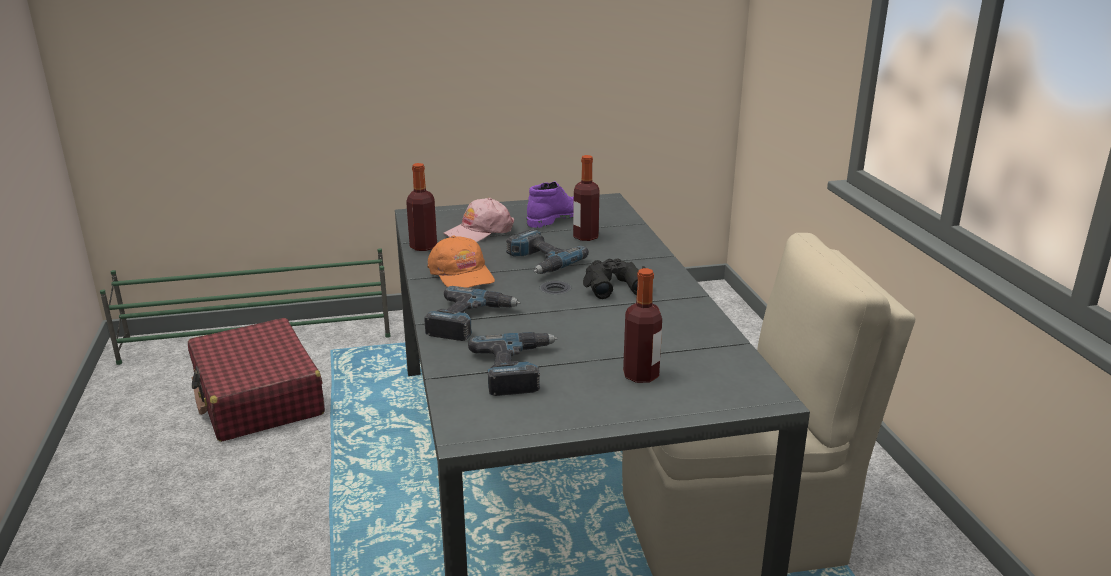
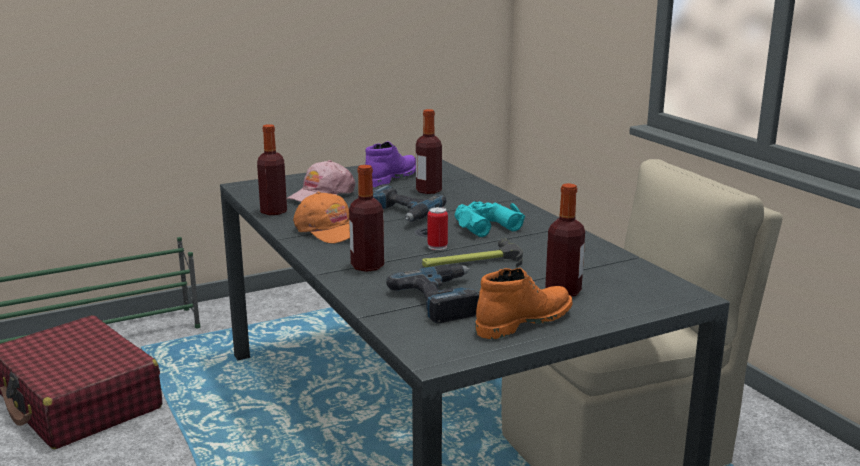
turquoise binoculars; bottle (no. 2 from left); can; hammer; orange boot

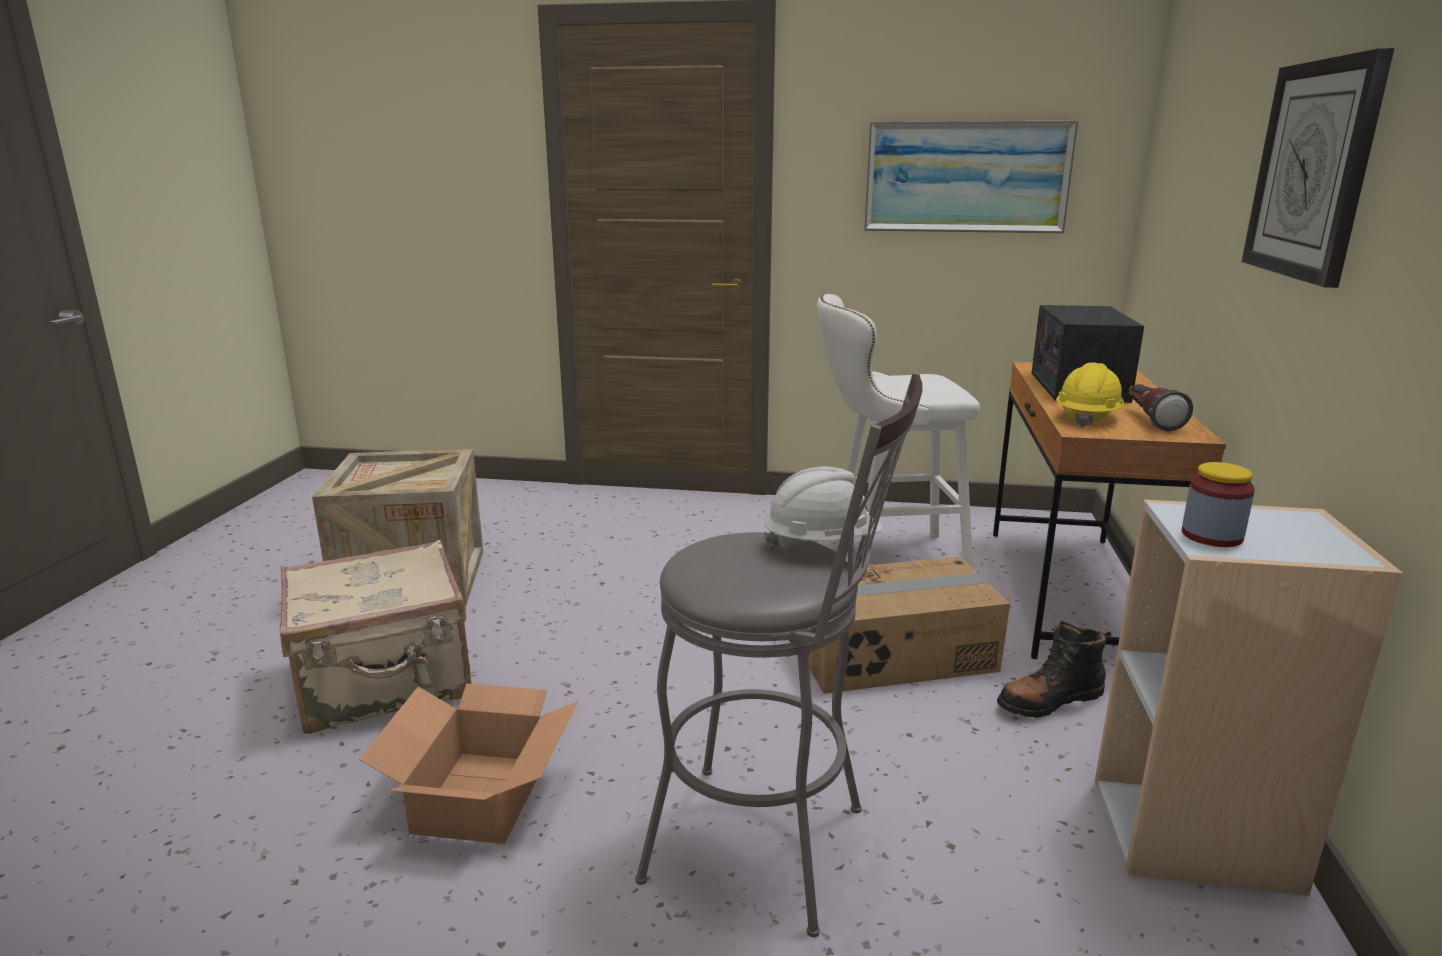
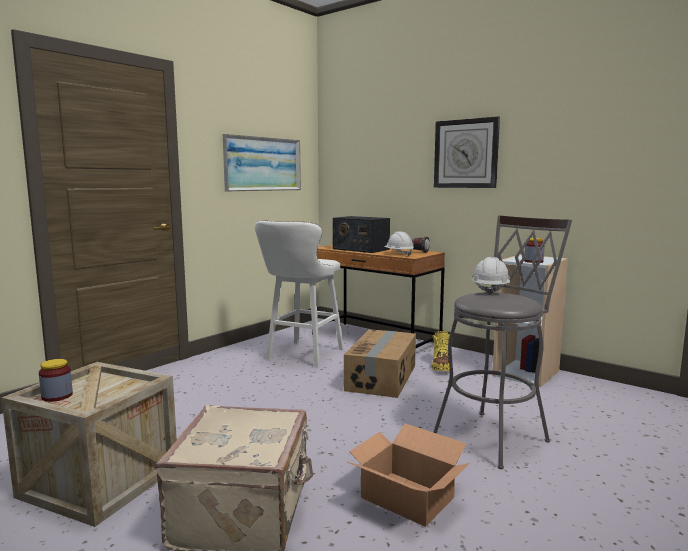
white hard hat (no. 1 from left); yellow boot; jar (no. 1 from left)

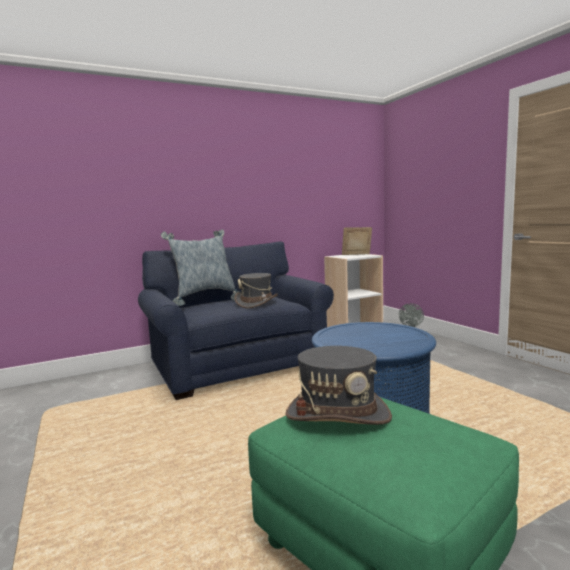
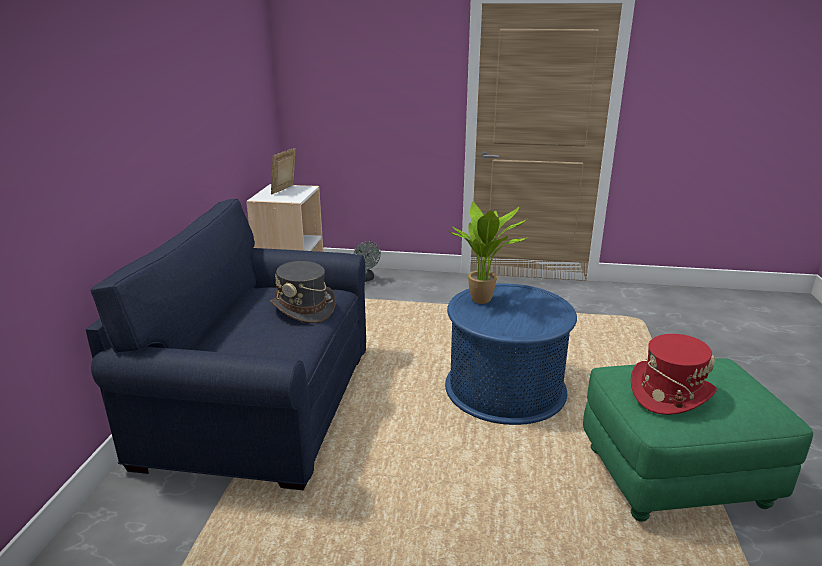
pillow; red hat; potted plant

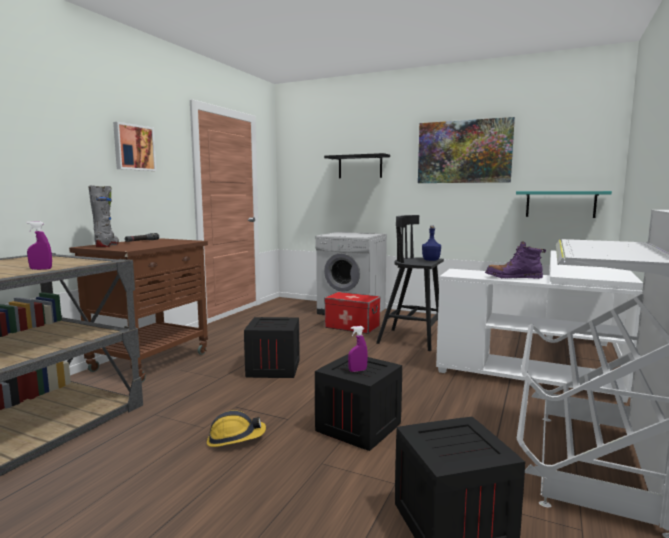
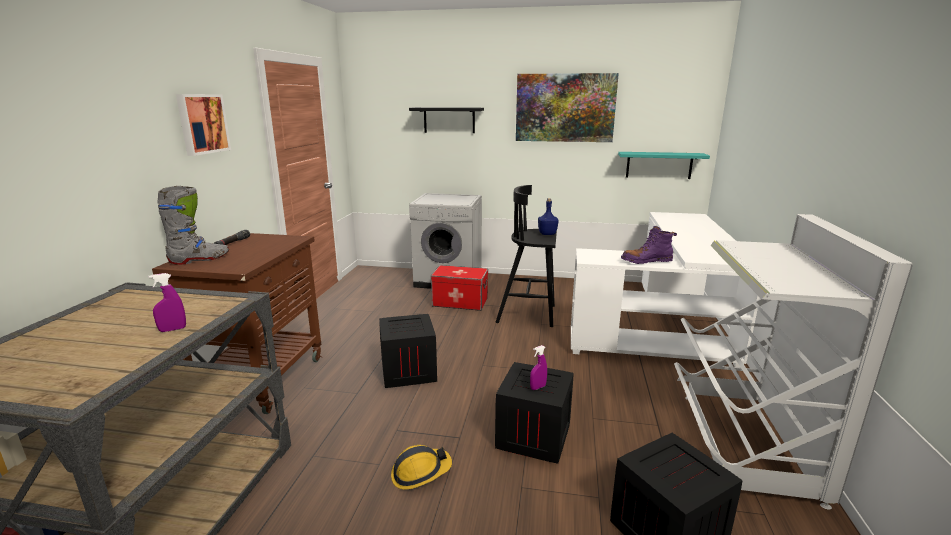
grey boot

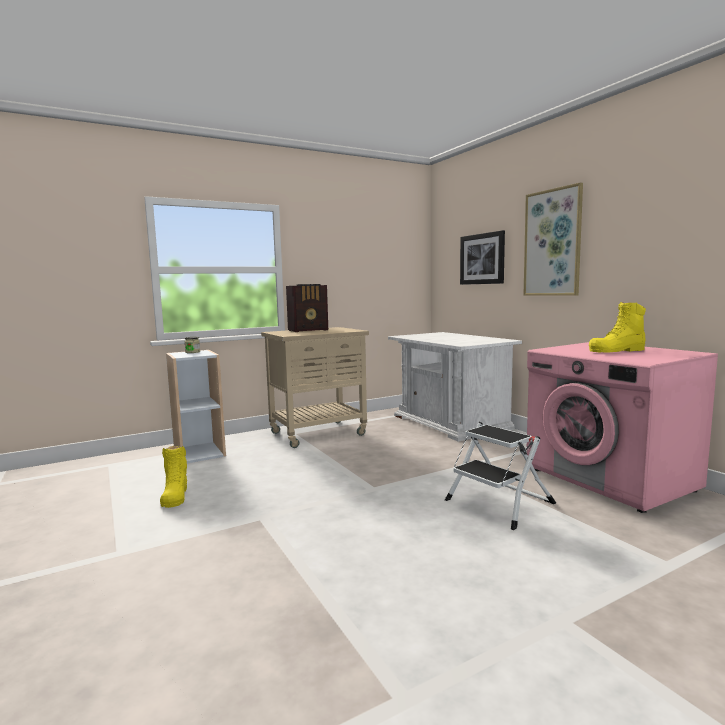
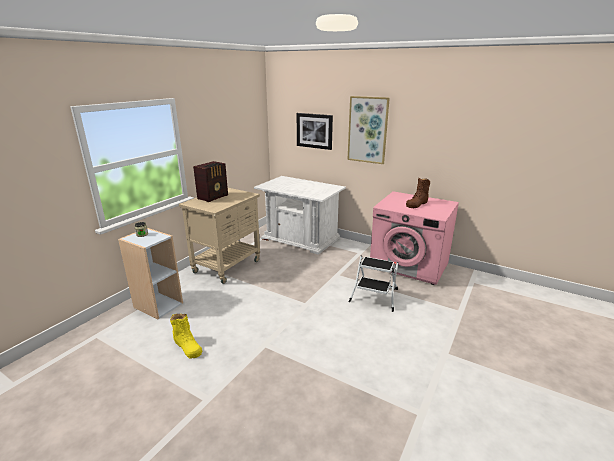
brown boot

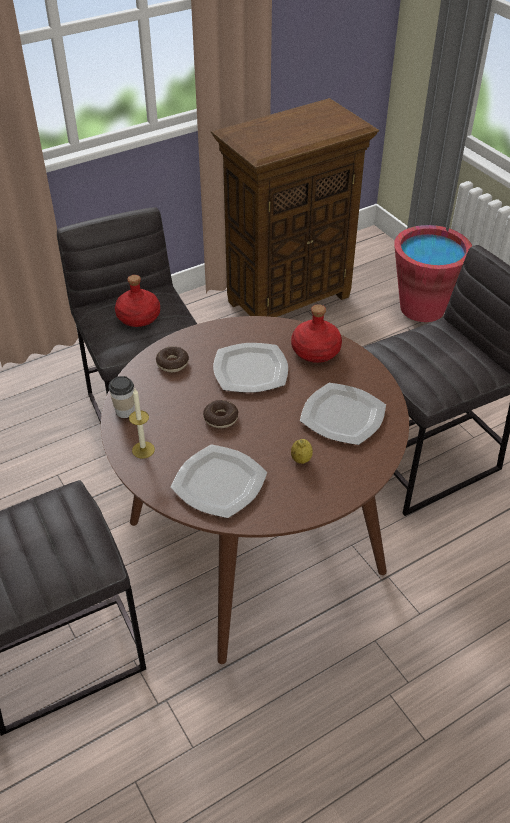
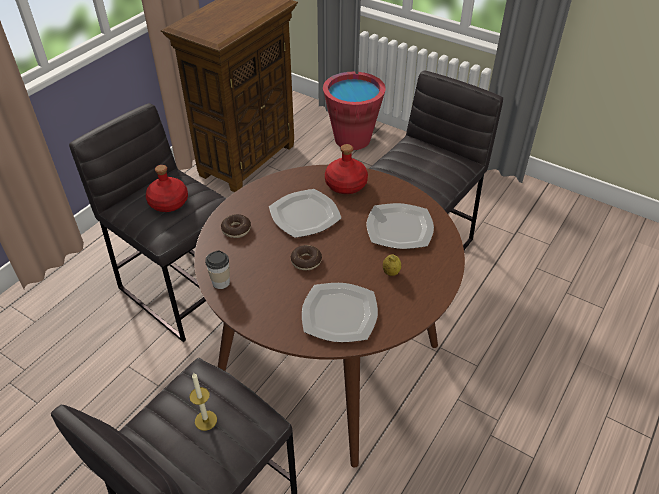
candle

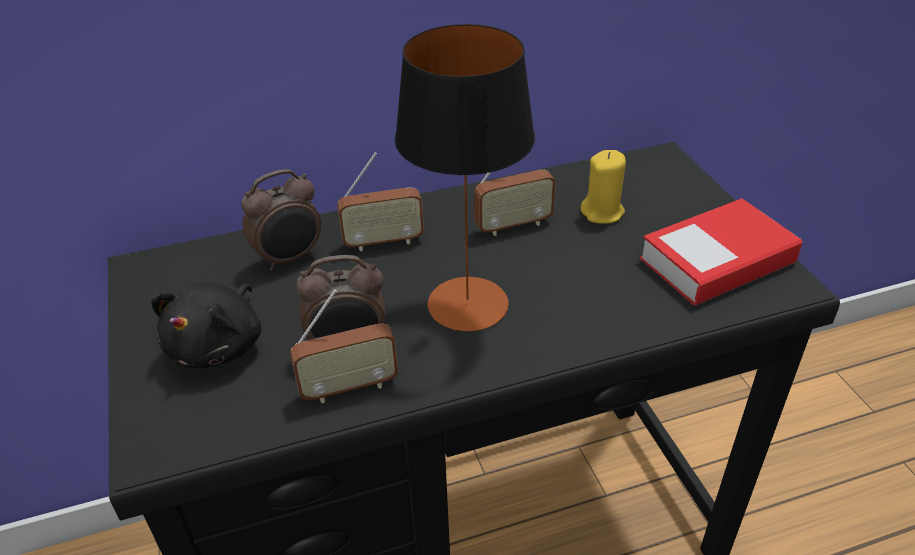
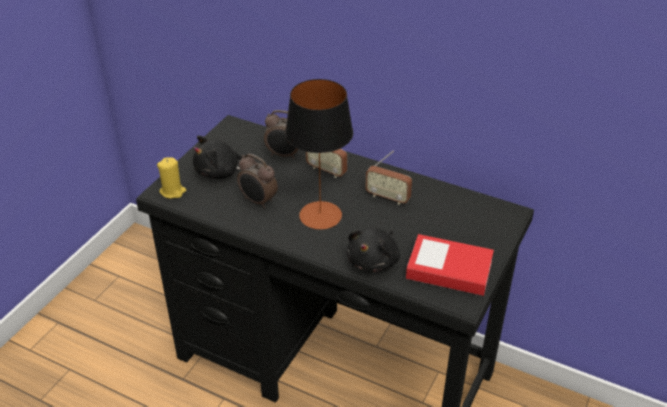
yellow candle; radio (no. 1 from left in the first image); black plush toy (no. 2 from left)

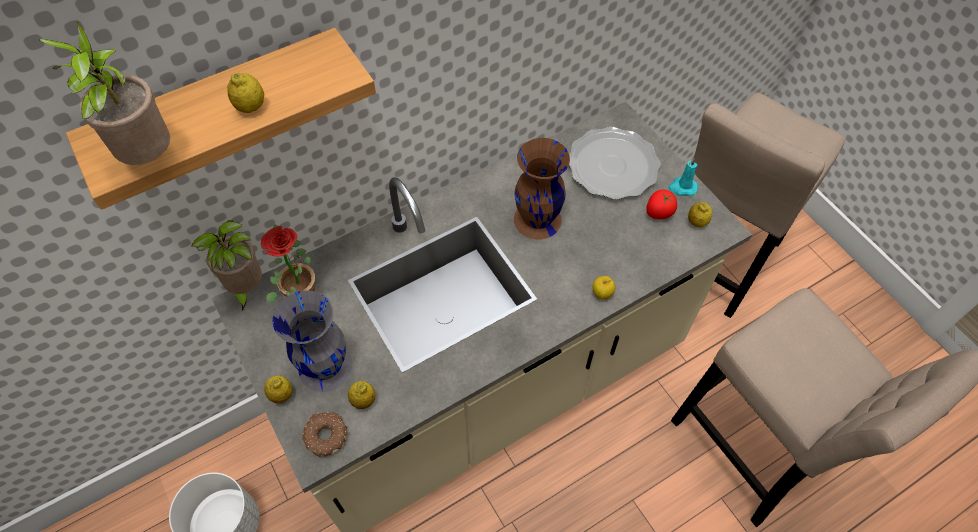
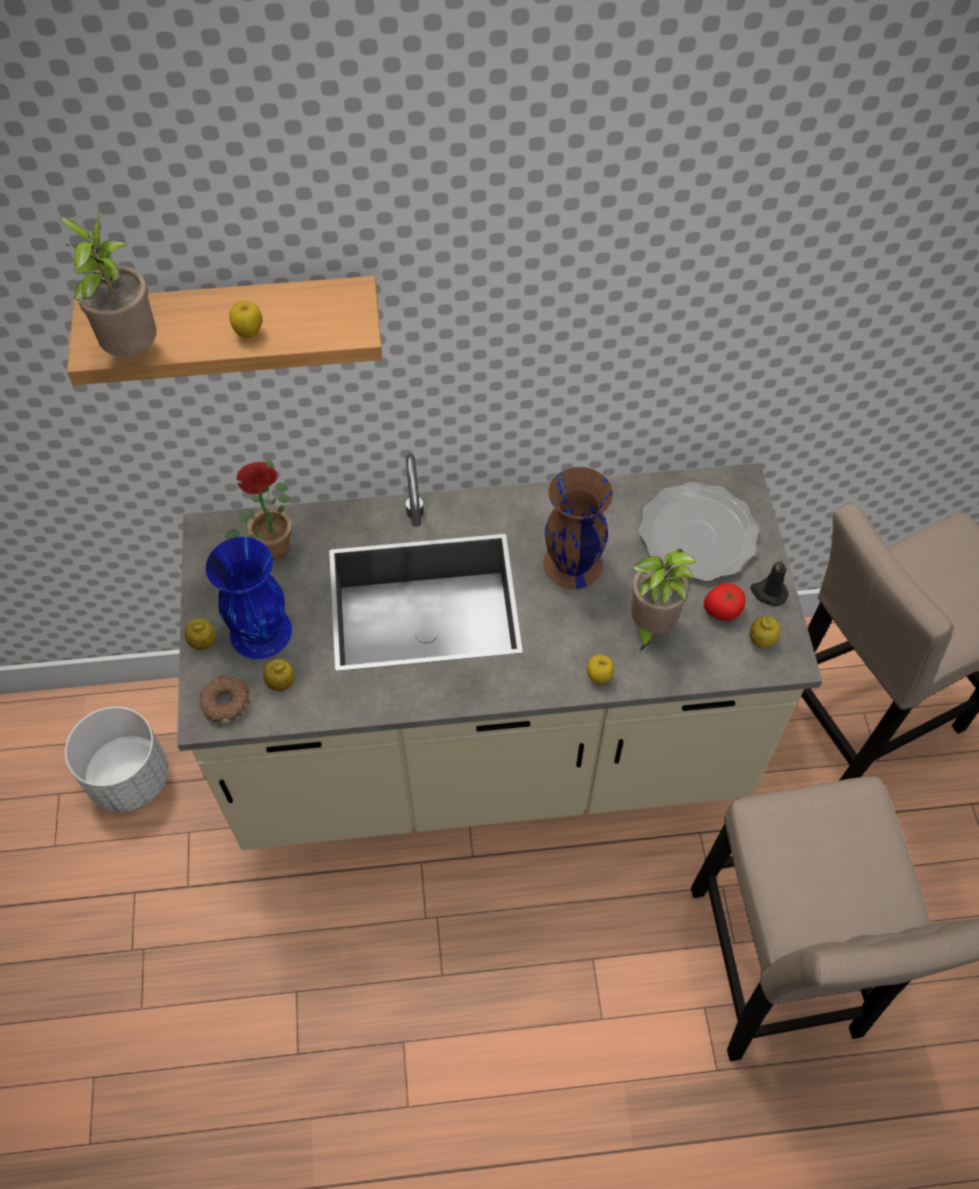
apple (no. 1 from left); black candle; potted plant (no. 3 from left); blue vase

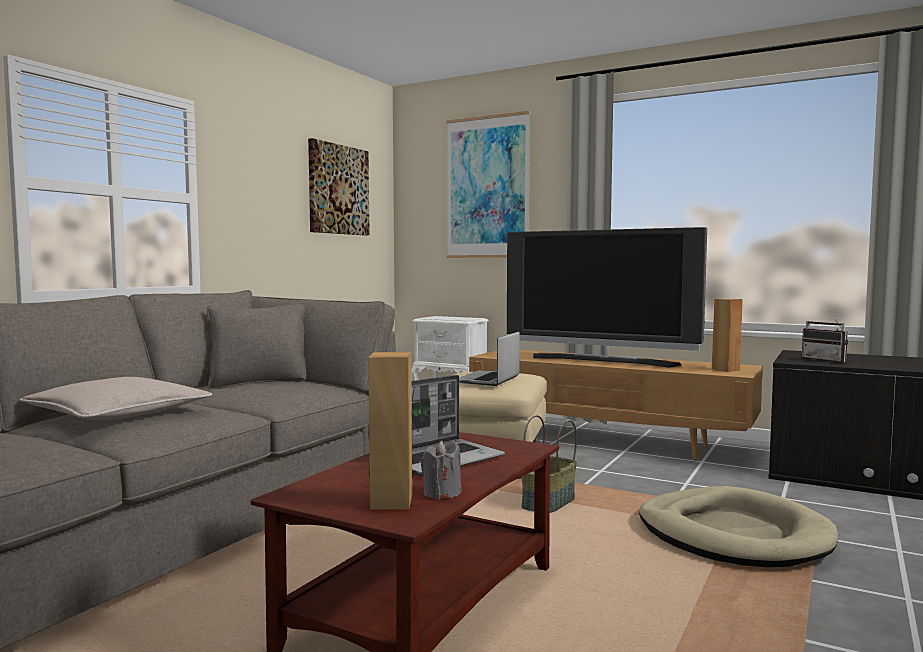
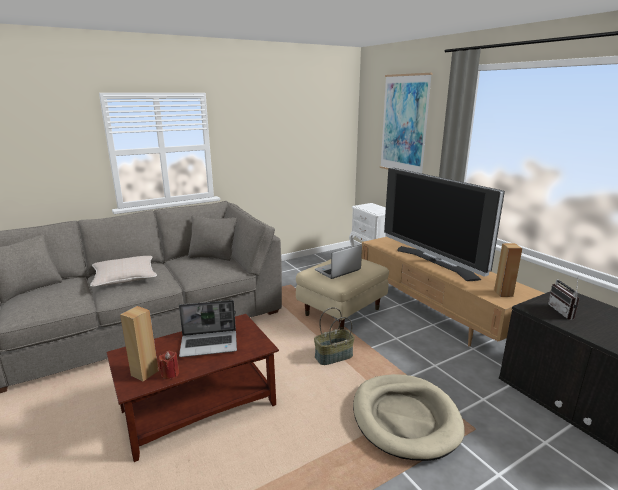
picture (no. 1 from left in the first image); red candle

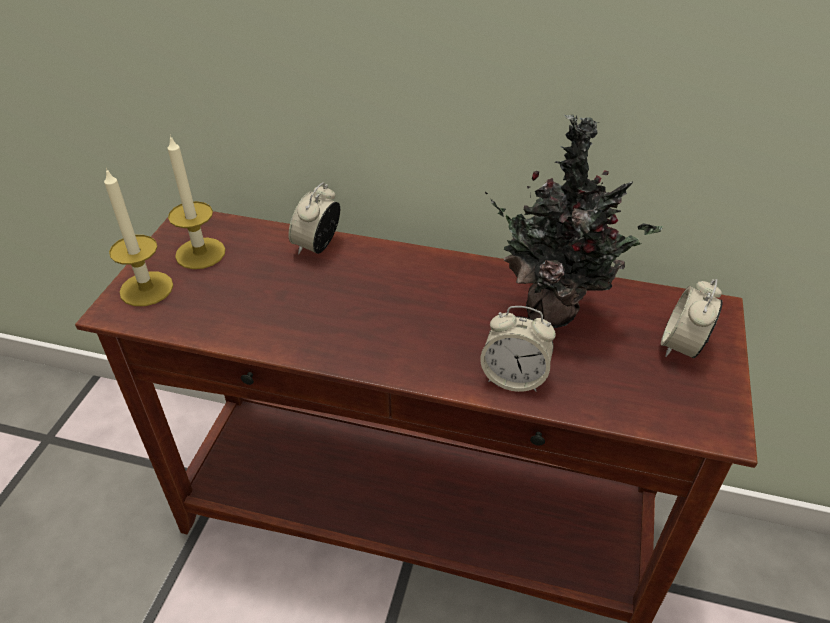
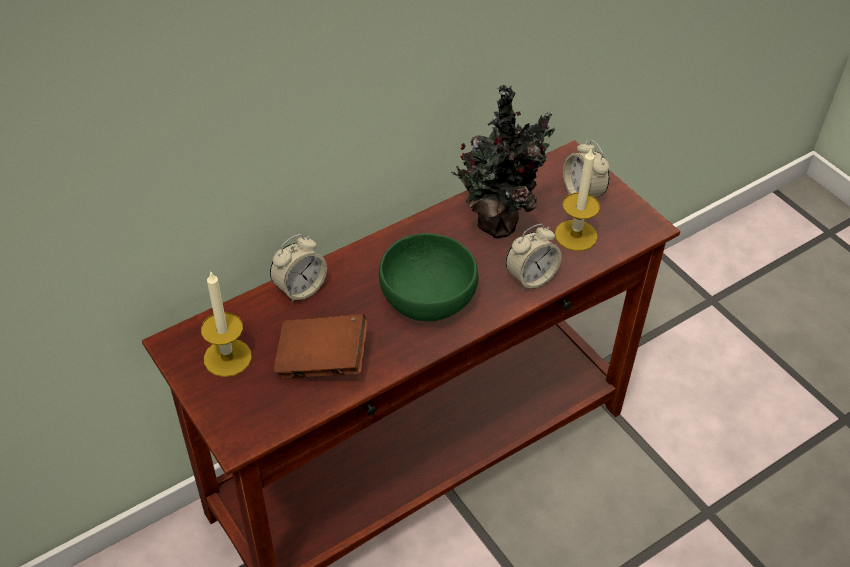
candle (no. 2 from left); alarm clock (no. 1 from left); green bowl; brown book

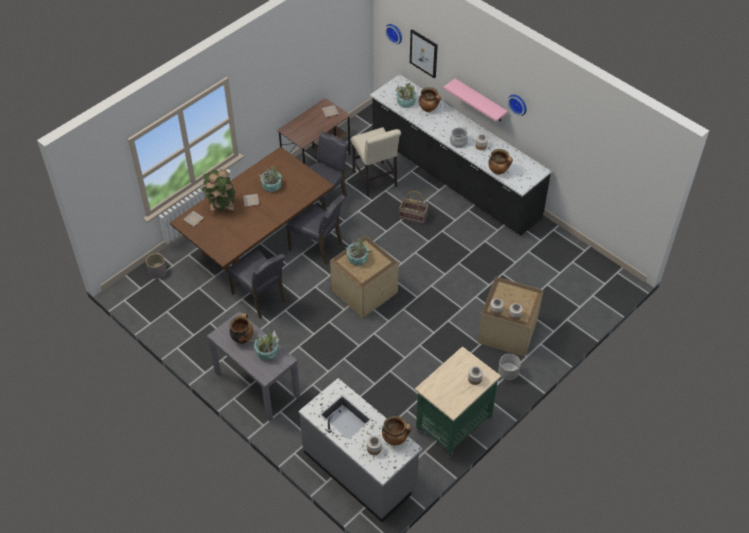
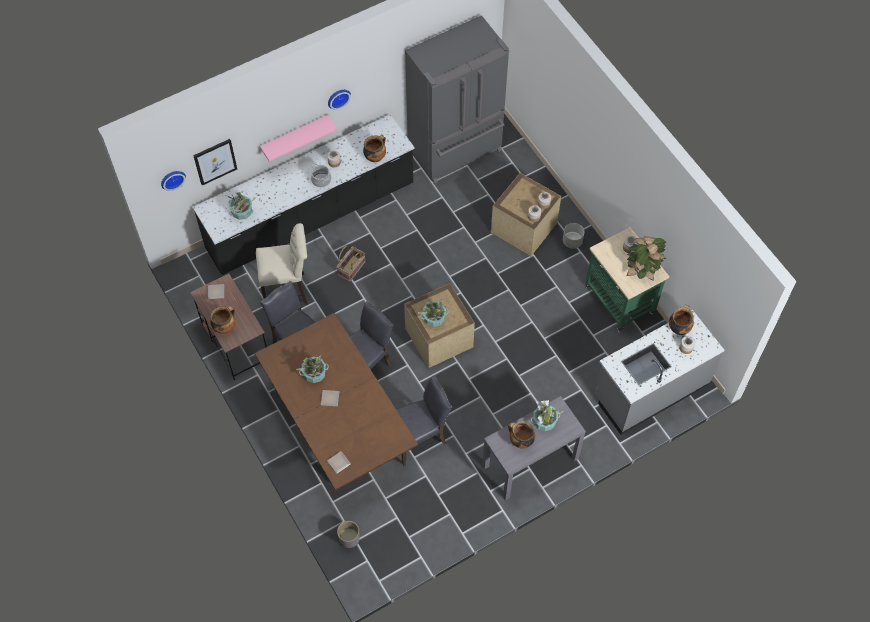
cooking pot (no. 1 from left); potted plant (no. 5 from left); grey fridge

